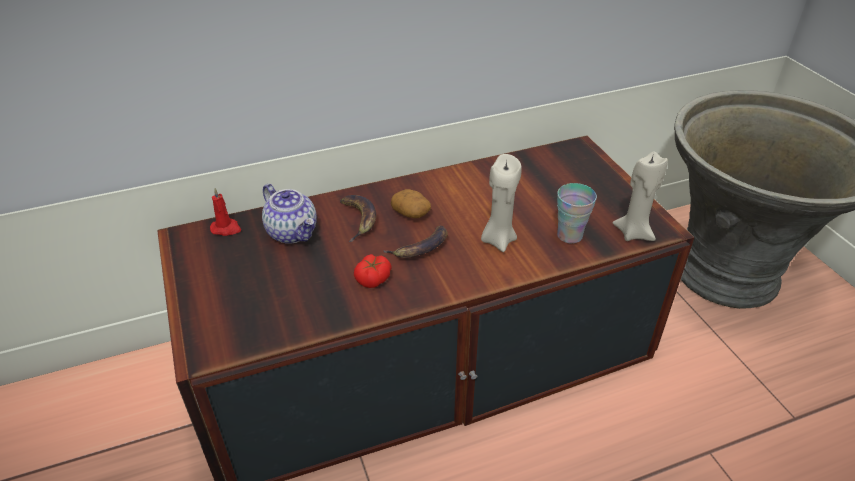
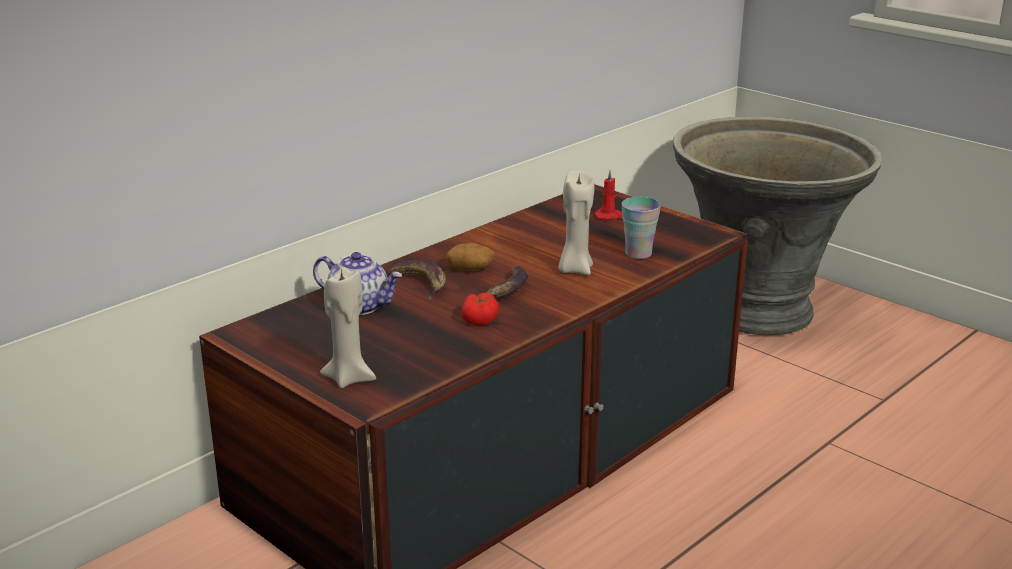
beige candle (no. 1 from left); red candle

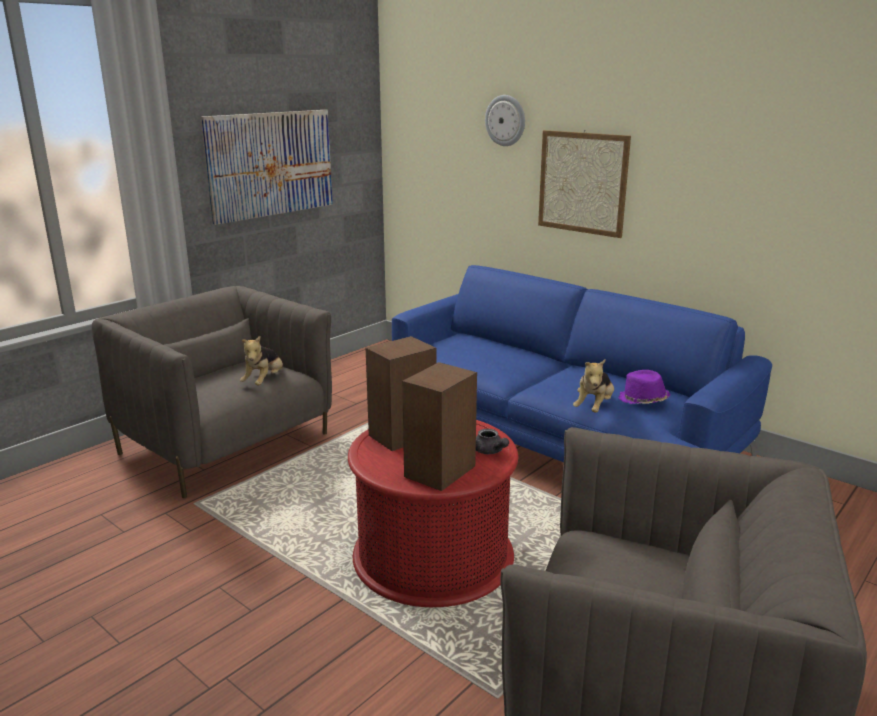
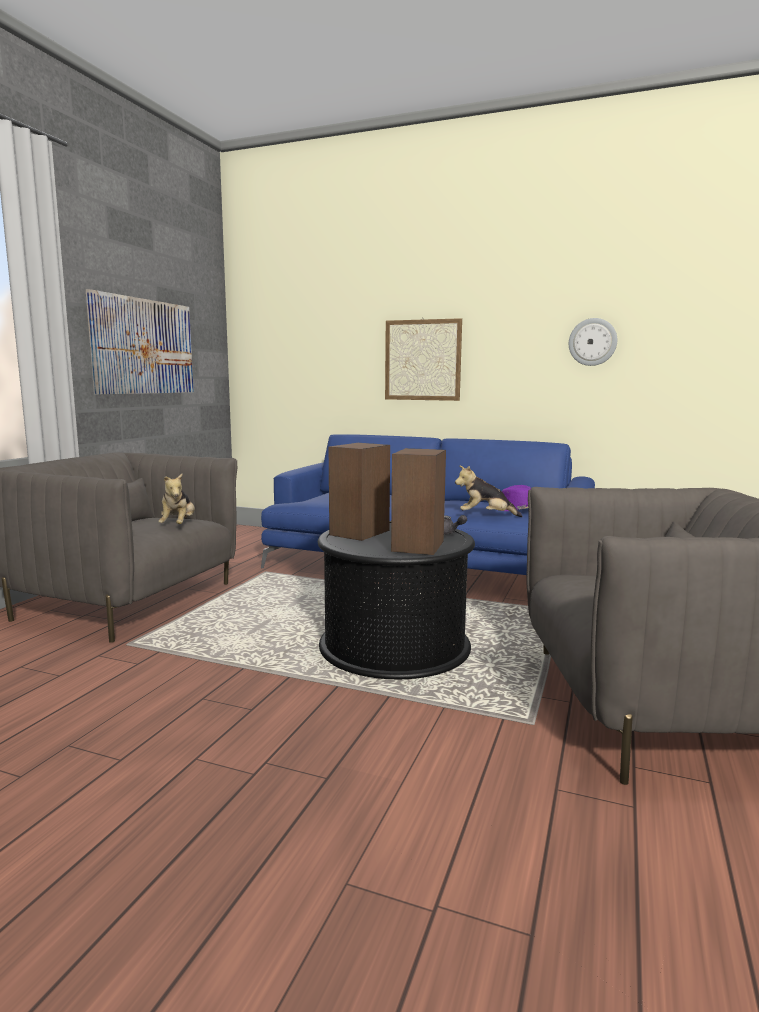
wall clock; plush toy (no. 2 from left); black coffee table

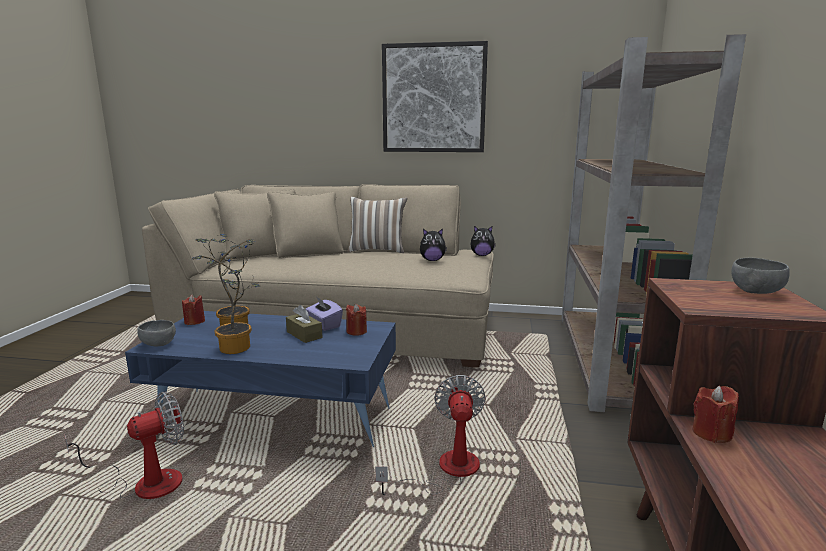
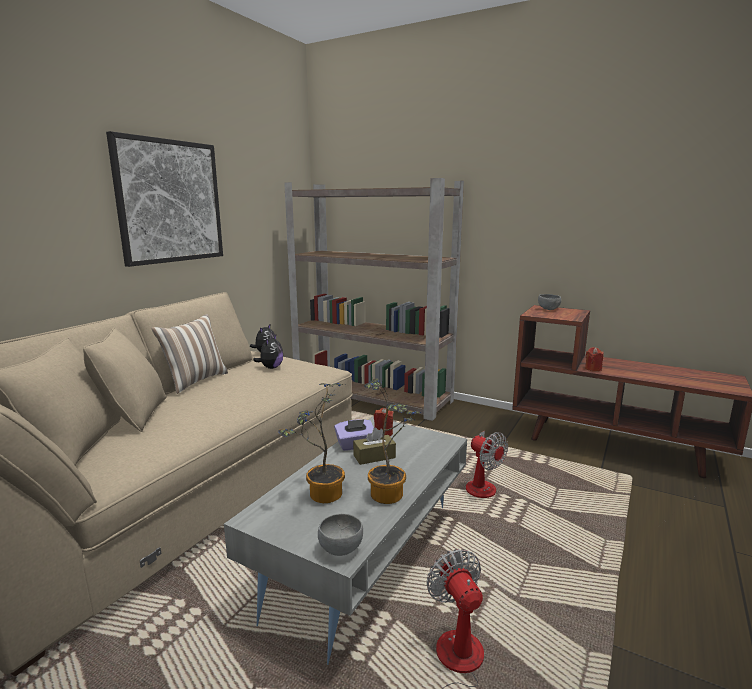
red candle (no. 1 from left in the first image); grey coffee table; fan (no. 2 from left)

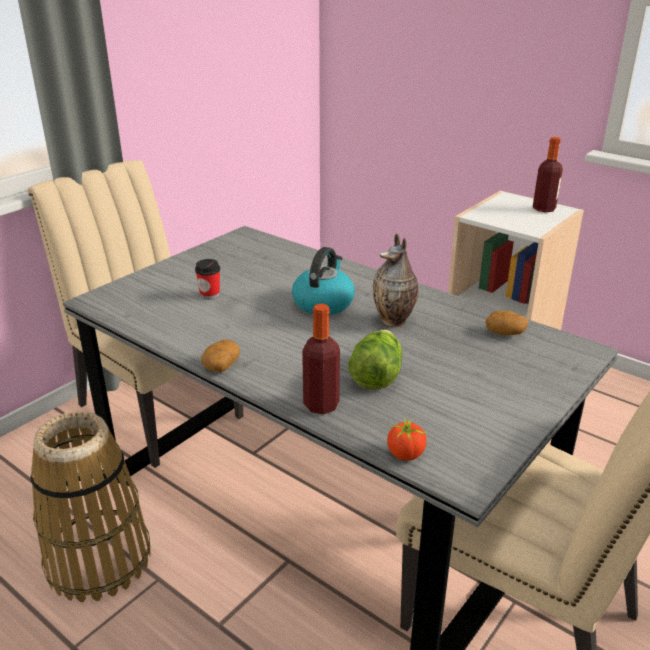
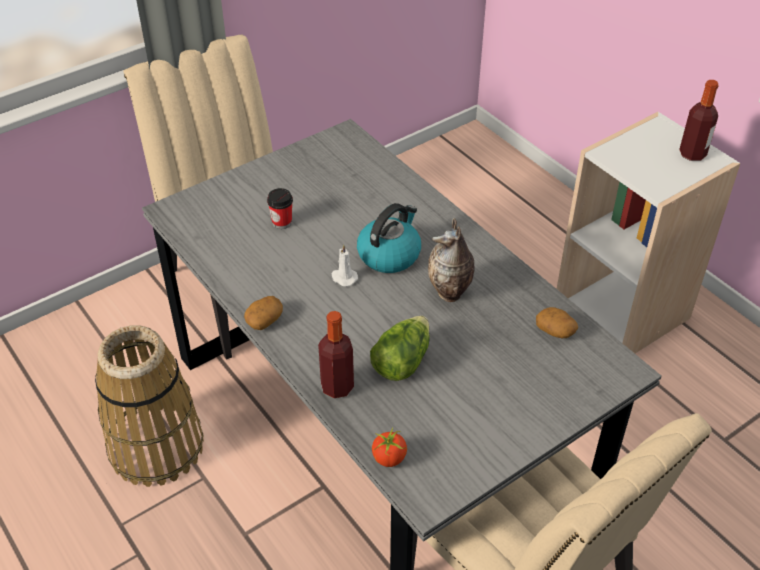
white candle

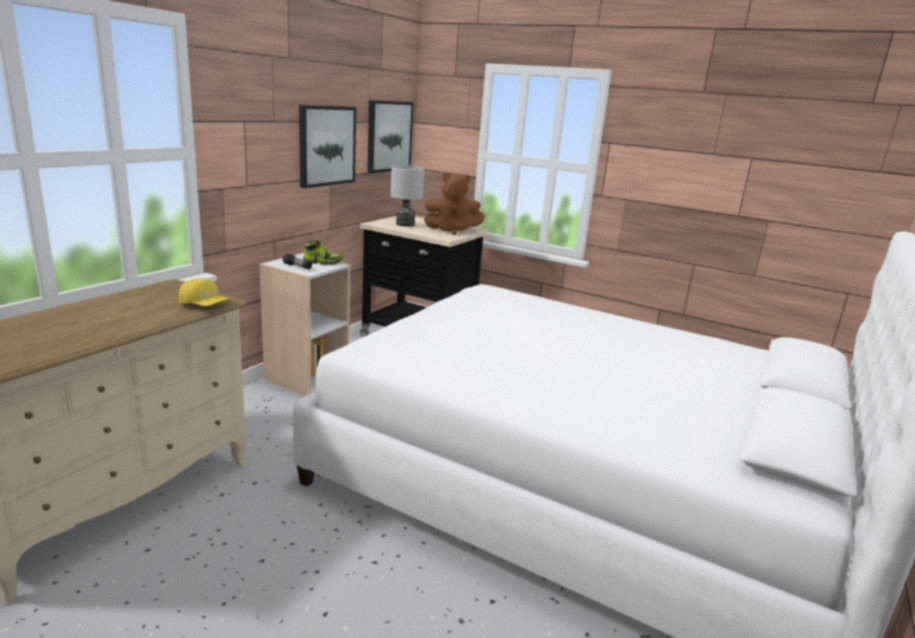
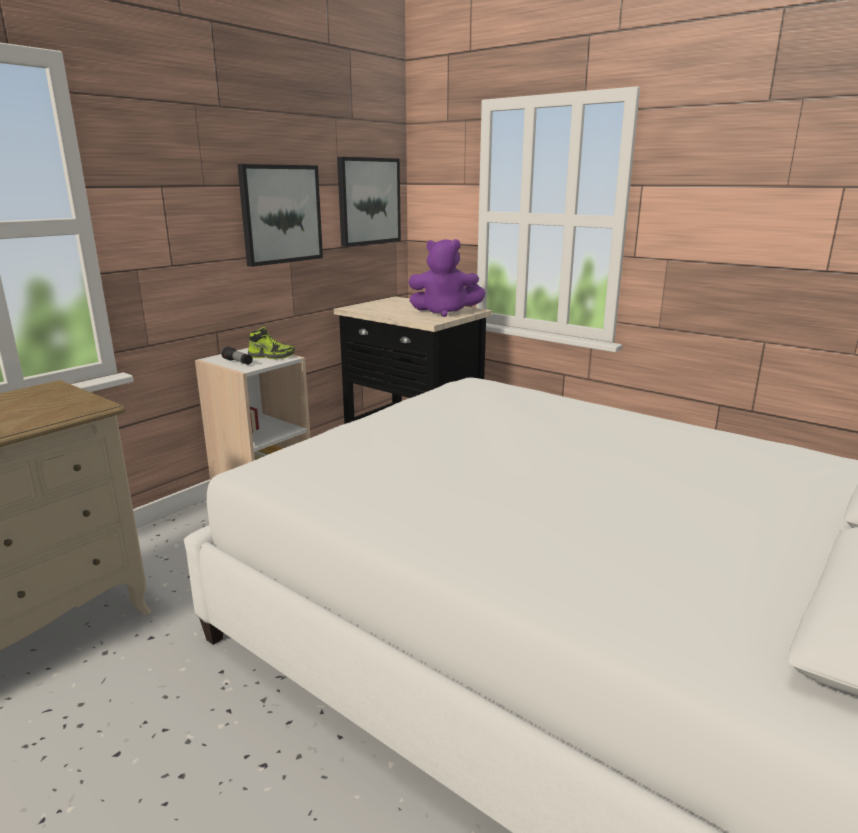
grey table lamp; purple plush toy; yellow cap

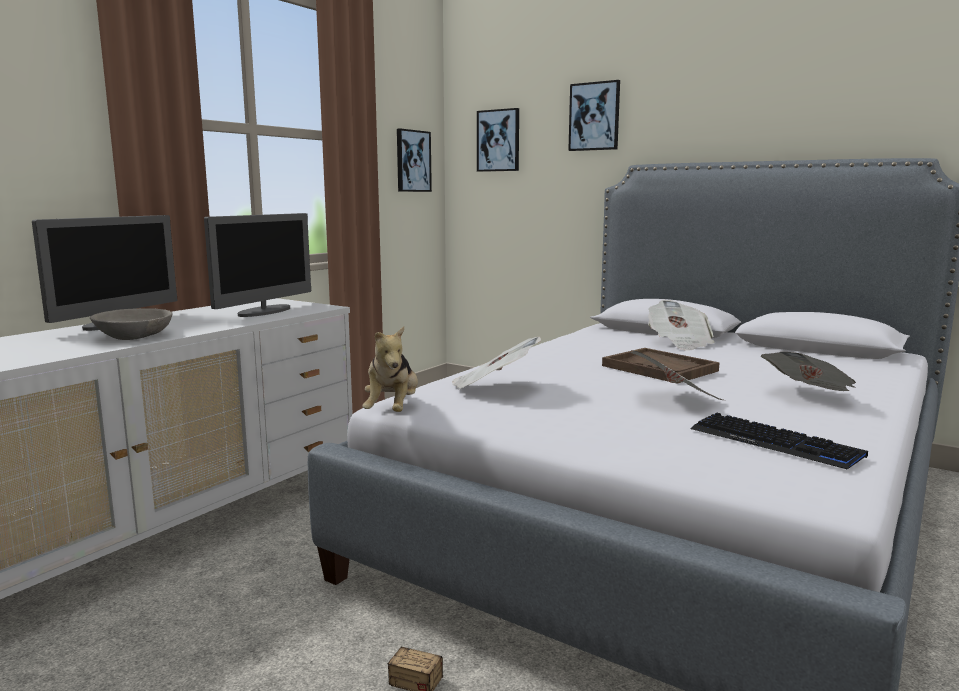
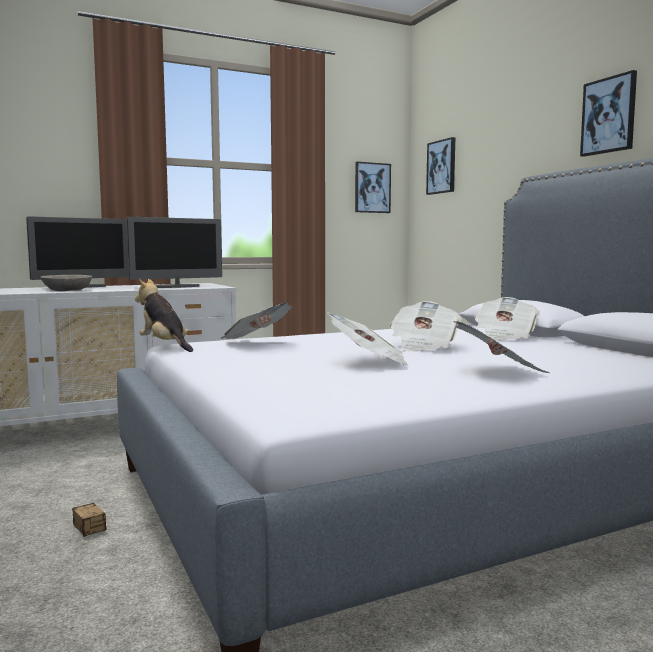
picture (no. 3 from left); plush toy; newspaper (no. 3 from left); keyboard

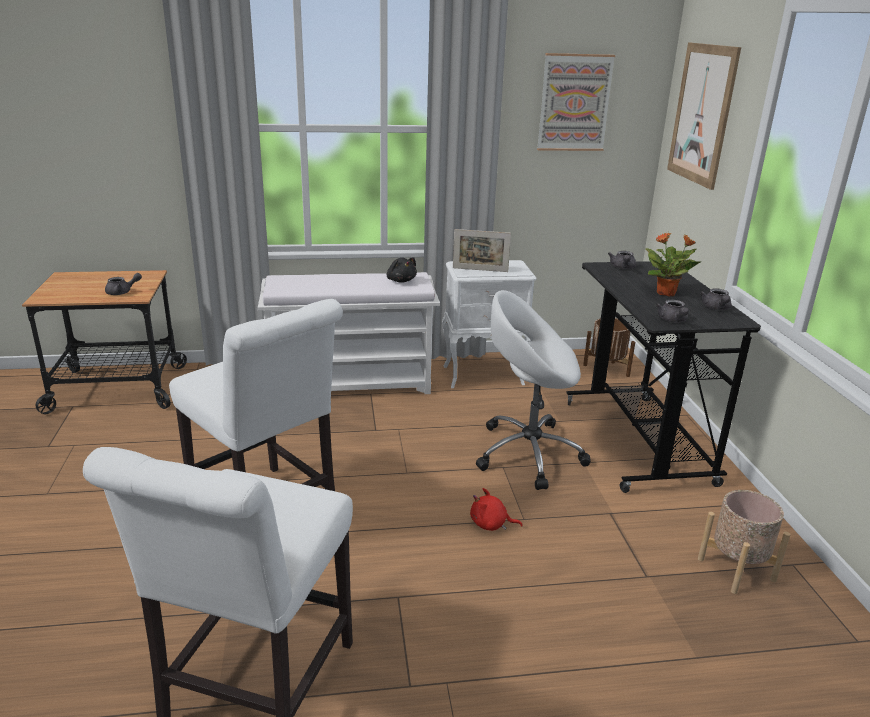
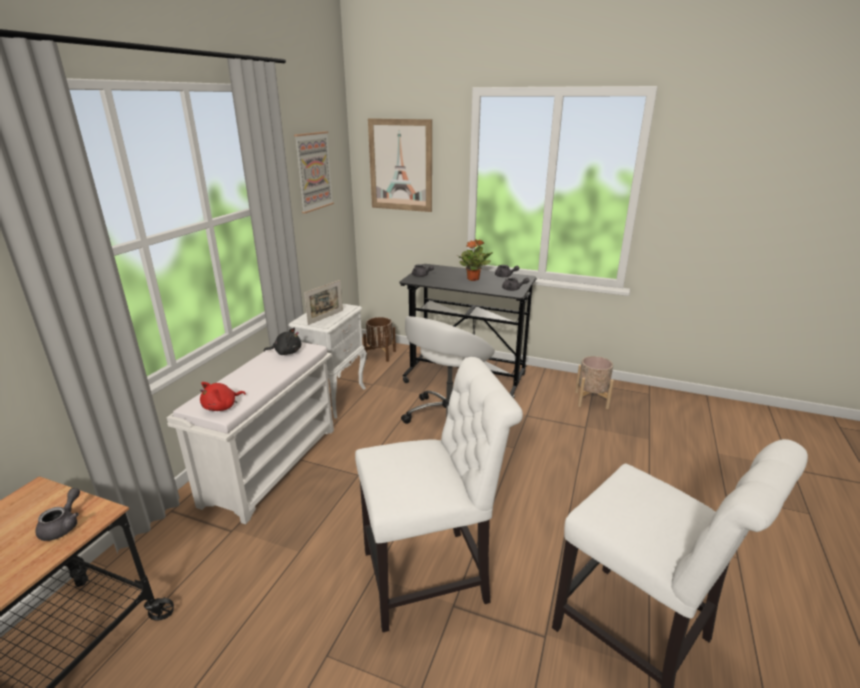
red plush toy

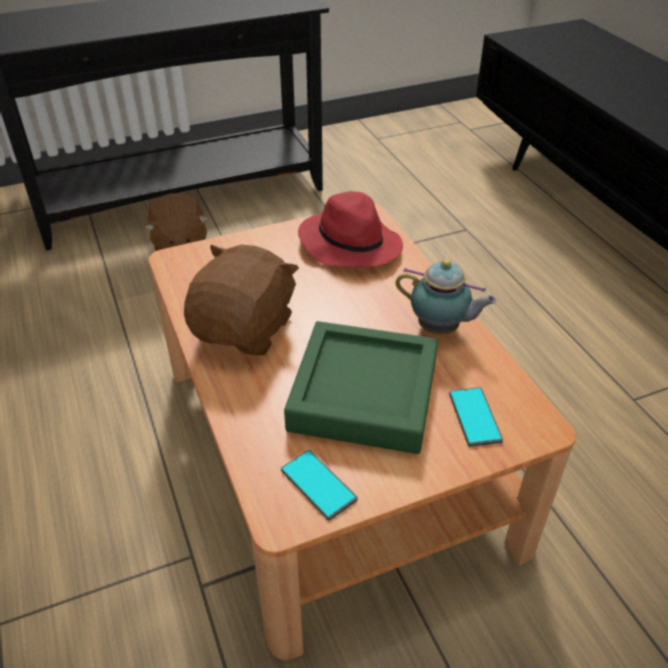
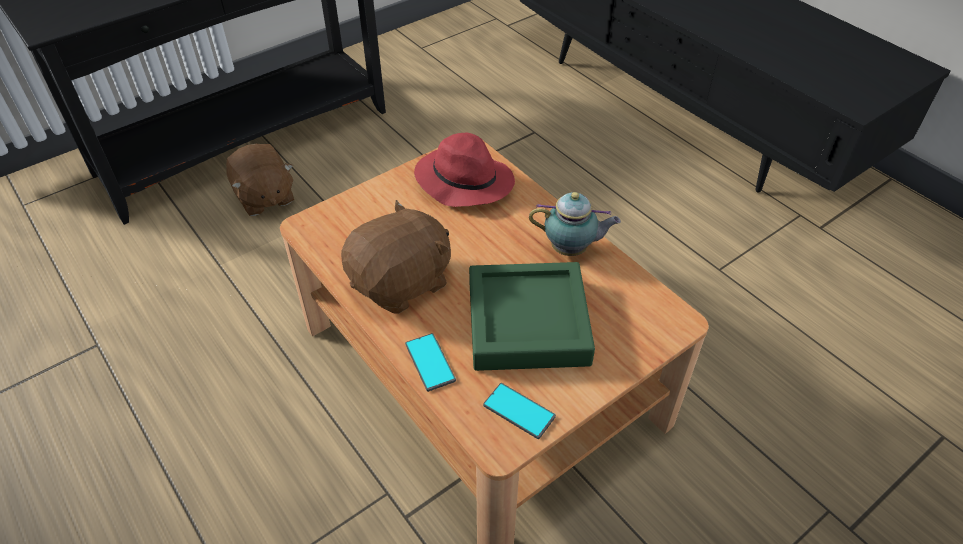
brown plush toy (no. 2 from left); phone (no. 1 from left)

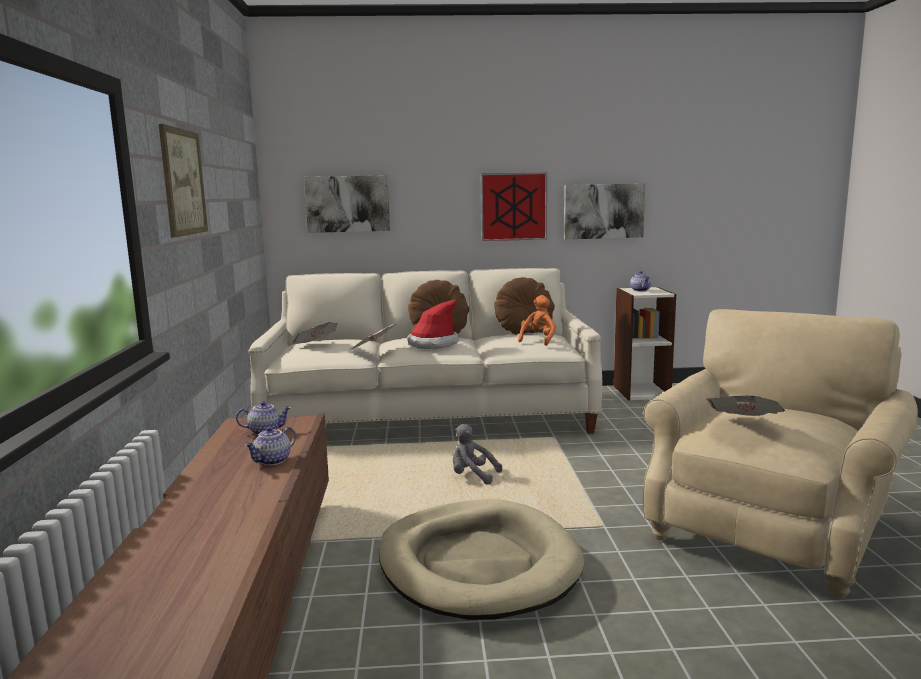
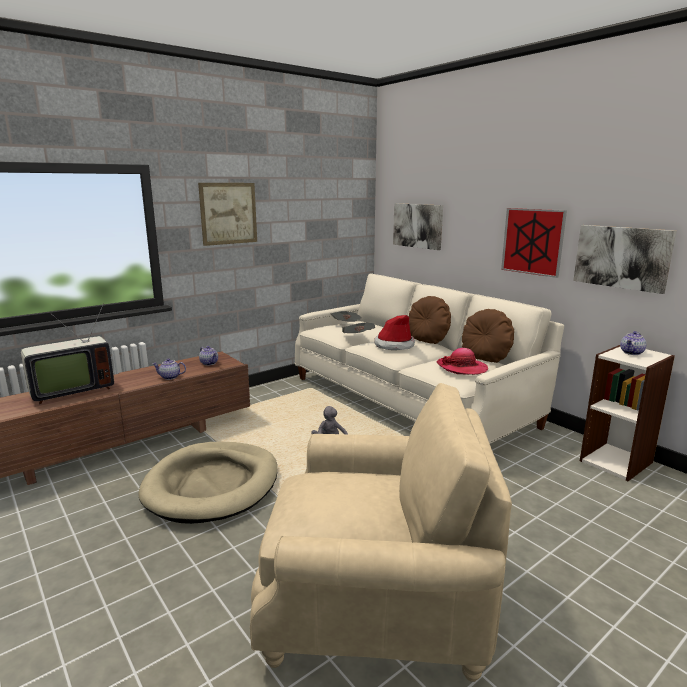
hat (no. 2 from left); newspaper (no. 3 from left in the first image); television

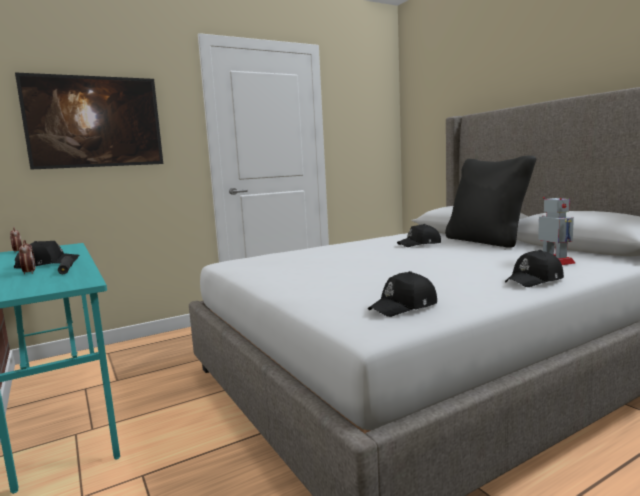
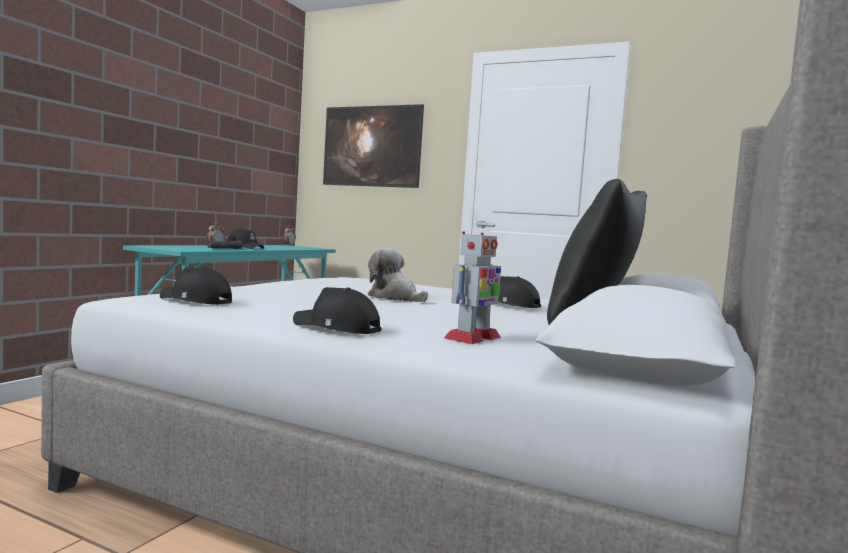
plush toy

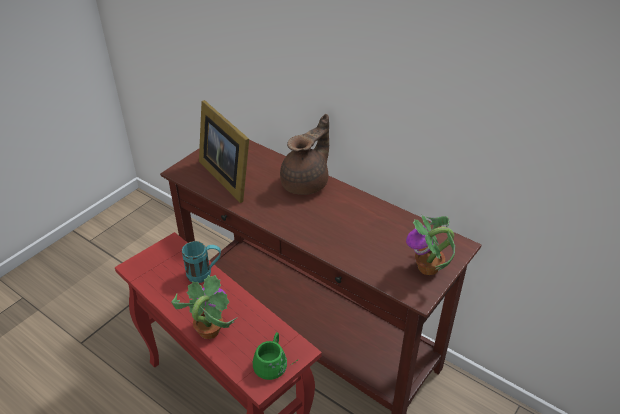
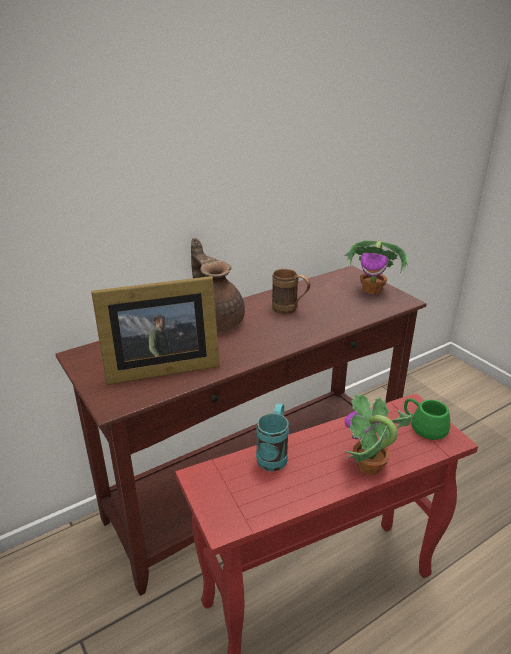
brown mug

